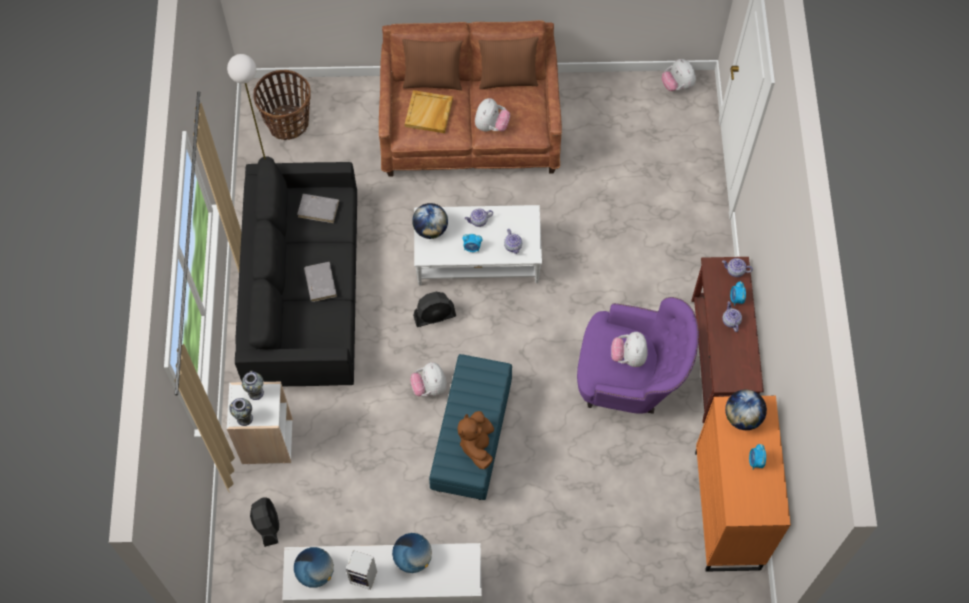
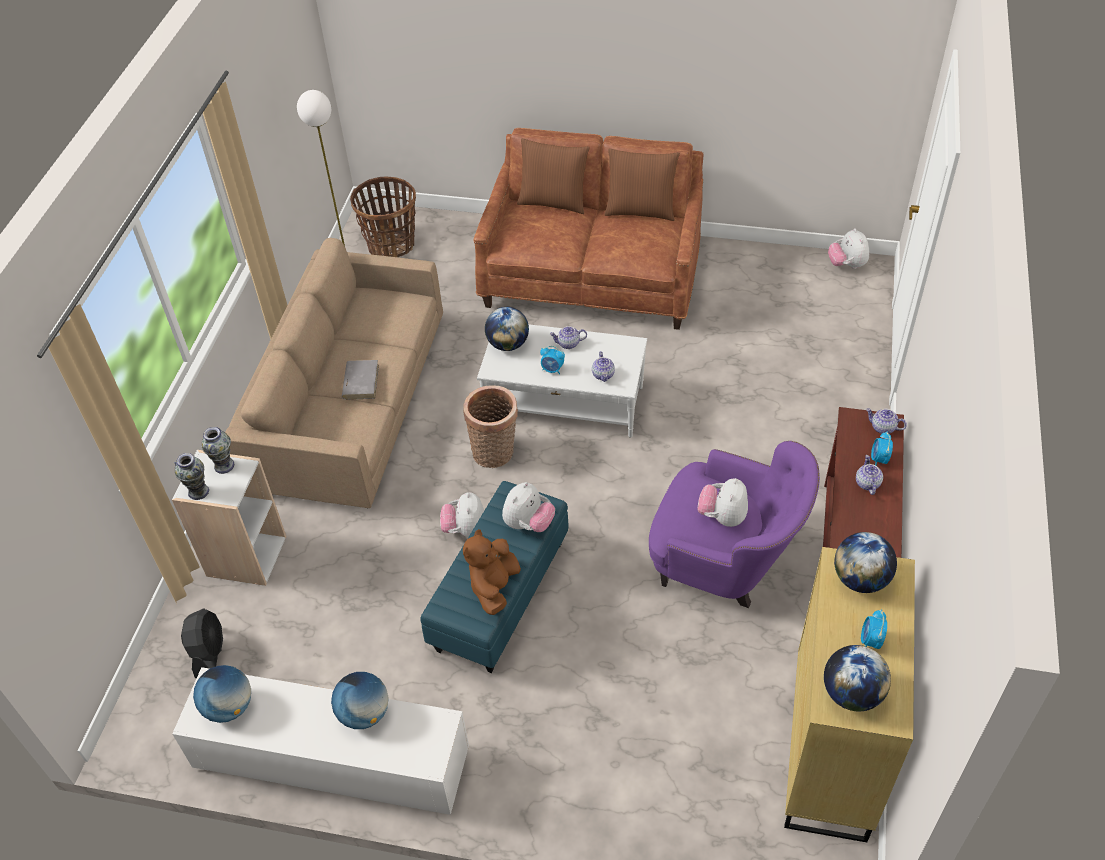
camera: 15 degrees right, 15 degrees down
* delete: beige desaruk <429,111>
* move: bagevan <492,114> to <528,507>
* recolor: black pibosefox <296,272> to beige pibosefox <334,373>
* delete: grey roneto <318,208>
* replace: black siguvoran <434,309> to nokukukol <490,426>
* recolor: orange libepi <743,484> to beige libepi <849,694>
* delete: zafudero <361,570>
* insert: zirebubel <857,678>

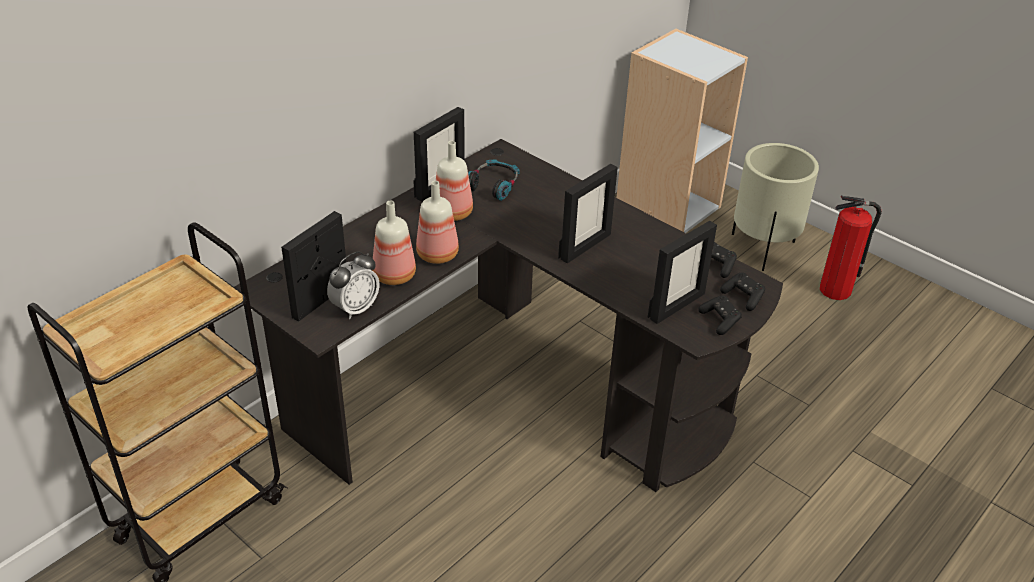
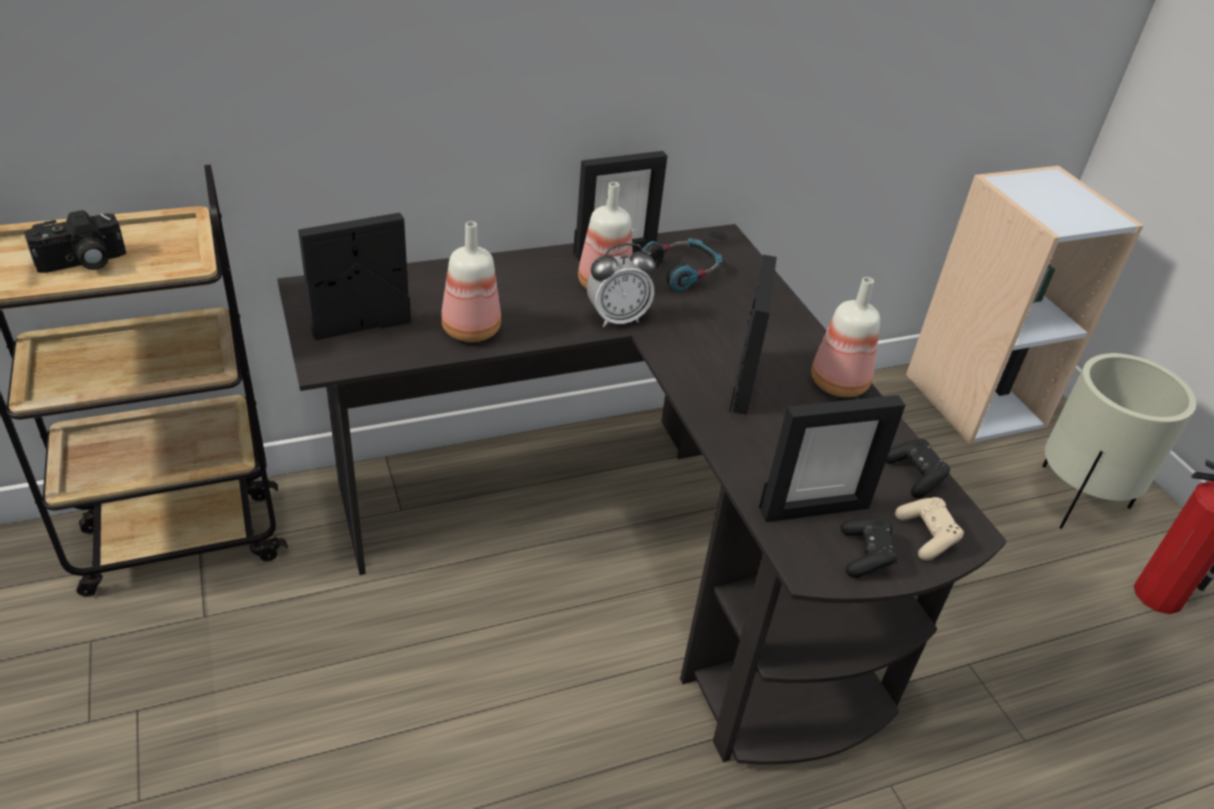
camera: 25 degrees right, 0 degrees up
* rotate: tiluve <588,213> = <753,335> 60 degrees counterclockwise
* move: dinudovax <437,222> to <845,337>
* move: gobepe <353,285> to <621,285>
* recolor: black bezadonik <742,291> to beige bezadonik <929,529>
* insert: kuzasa <75,241>

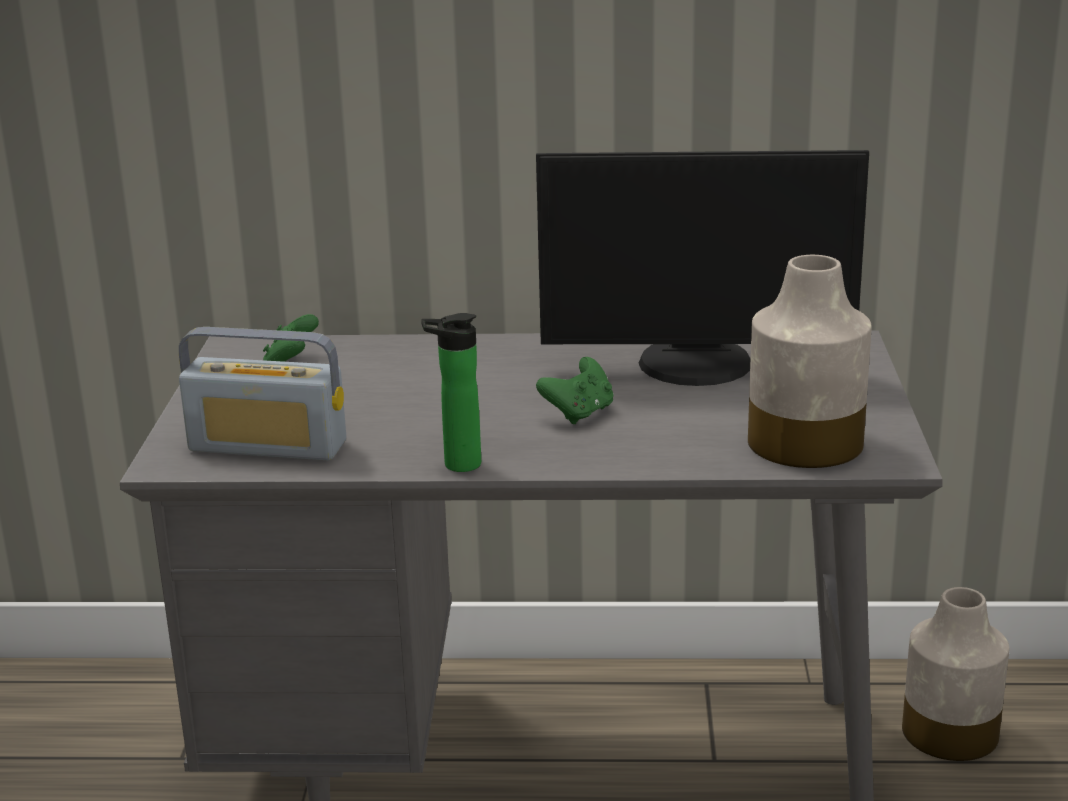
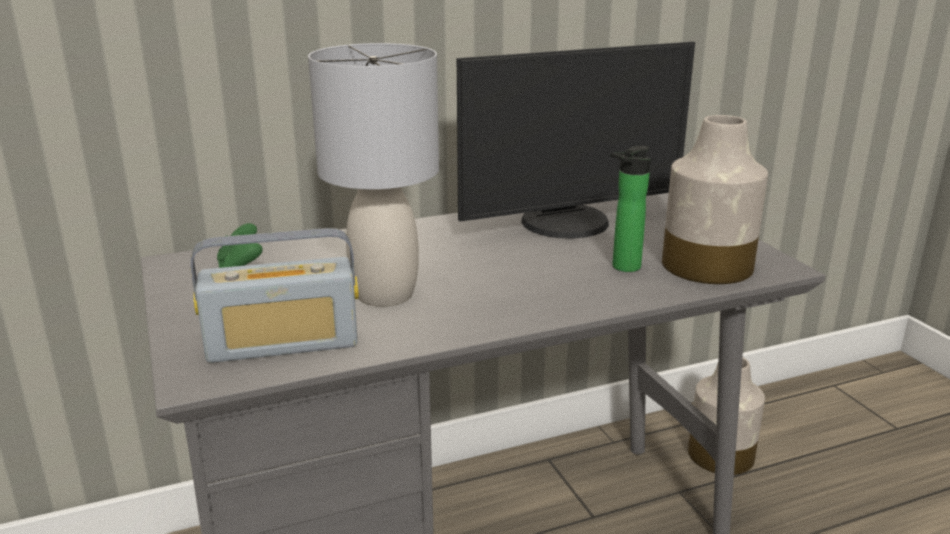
camera: 25 degrees left, 0 degrees up
* move: dinudovax <451,392> to <630,209>
* delete: green bezadonik <574,390>
* insert: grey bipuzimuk <373,175>

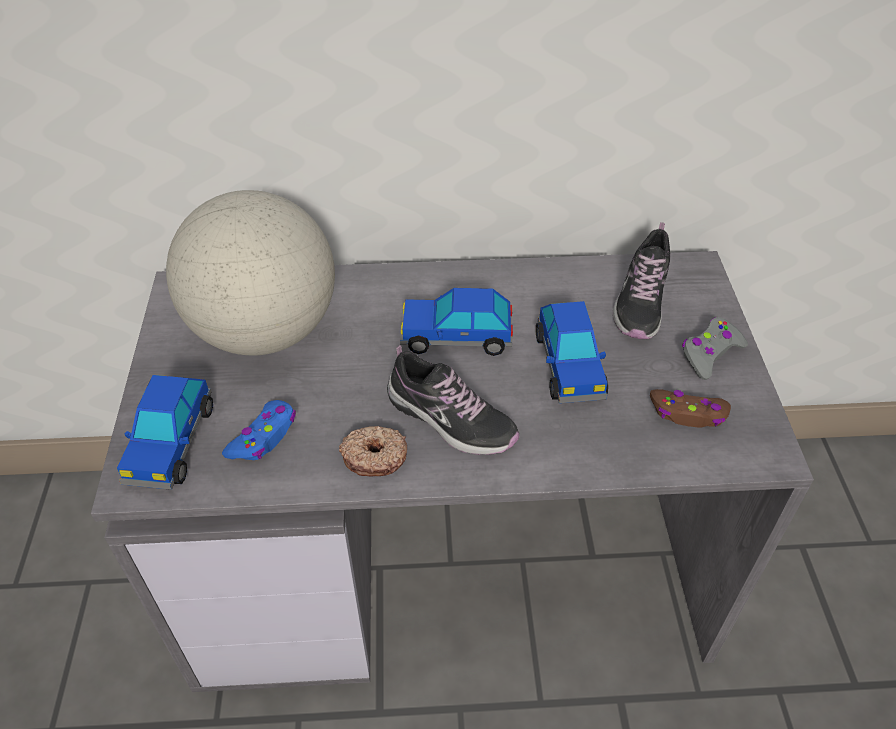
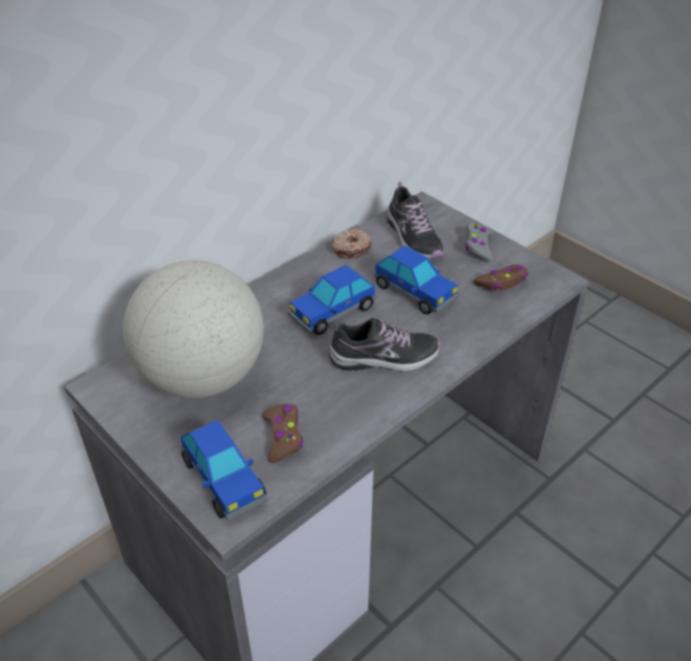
camera: 40 degrees left, 5 degrees down
* recolor: blue bezadonik <259,430> to brown bezadonik <282,433>
* move: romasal <373,451> to <352,244>

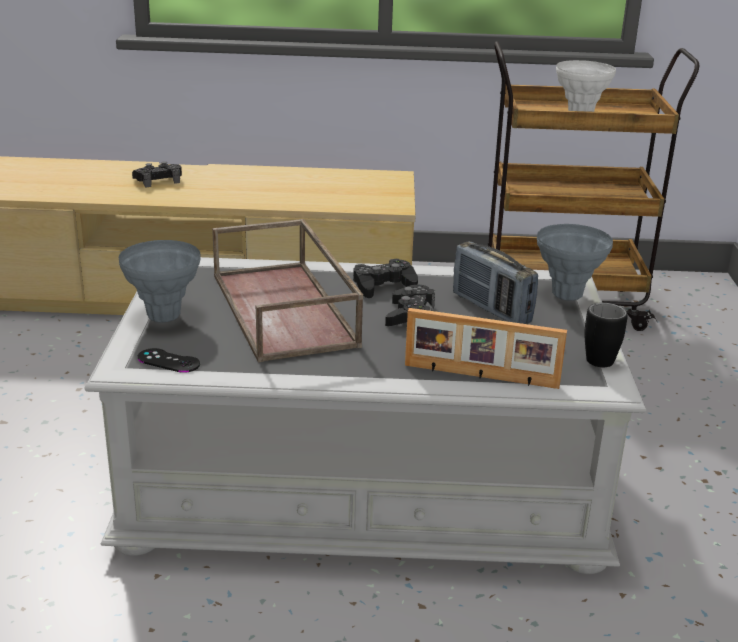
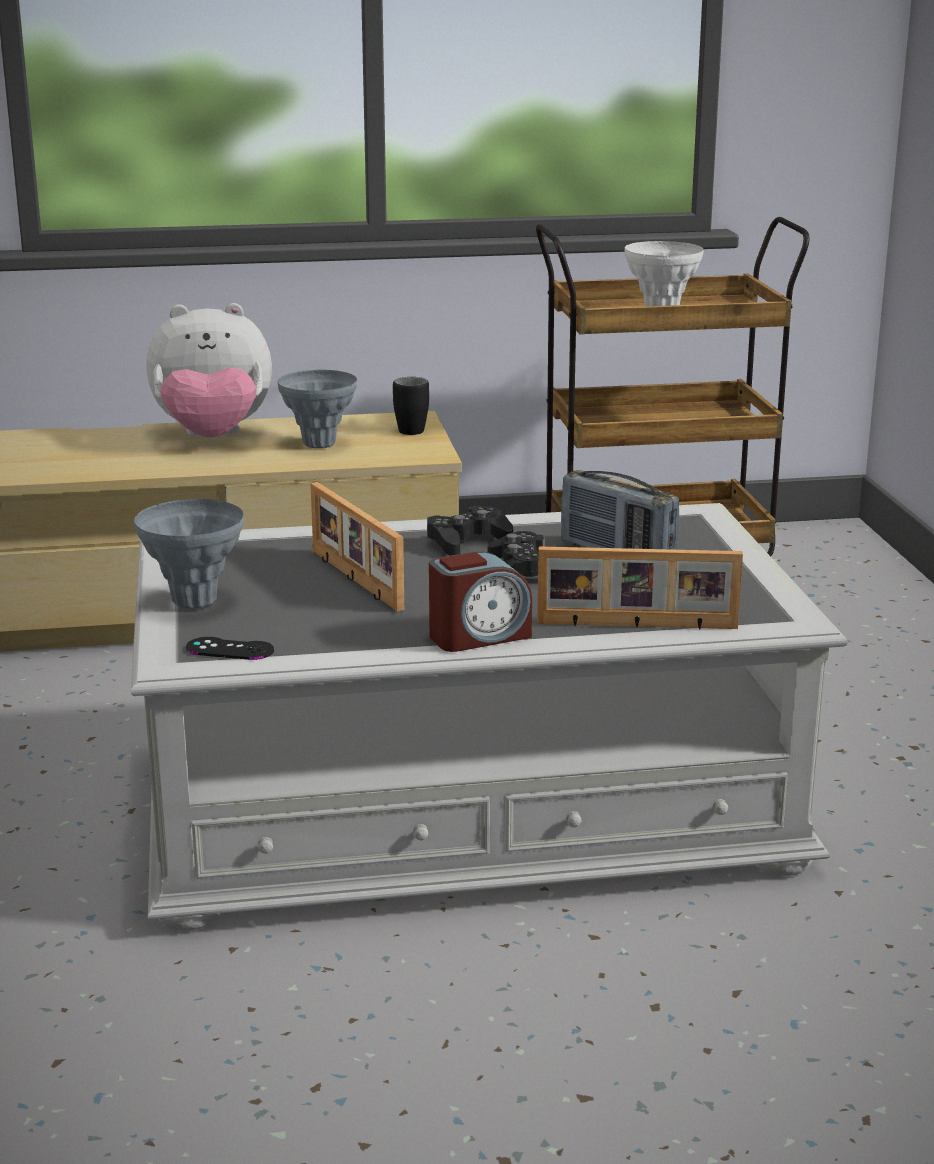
camera: 10 degrees left, 5 degrees down
* delete: black bezadonik <157,174>
* replace: brown desaruk <287,290> to tiluve <357,547>
* move: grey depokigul <575,262> to <317,409>
* move: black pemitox <606,335> to <411,406>
* insert: bagevan <209,370>
* insert: gobepe <480,601>

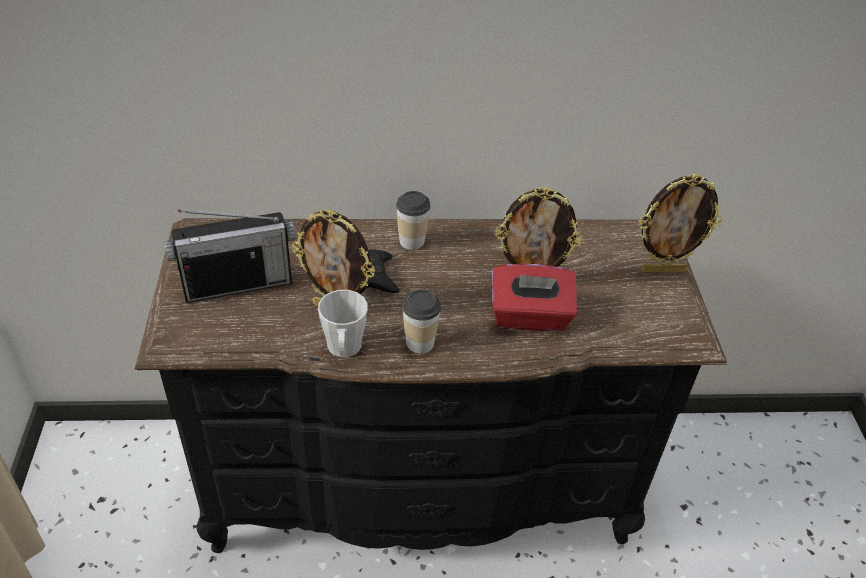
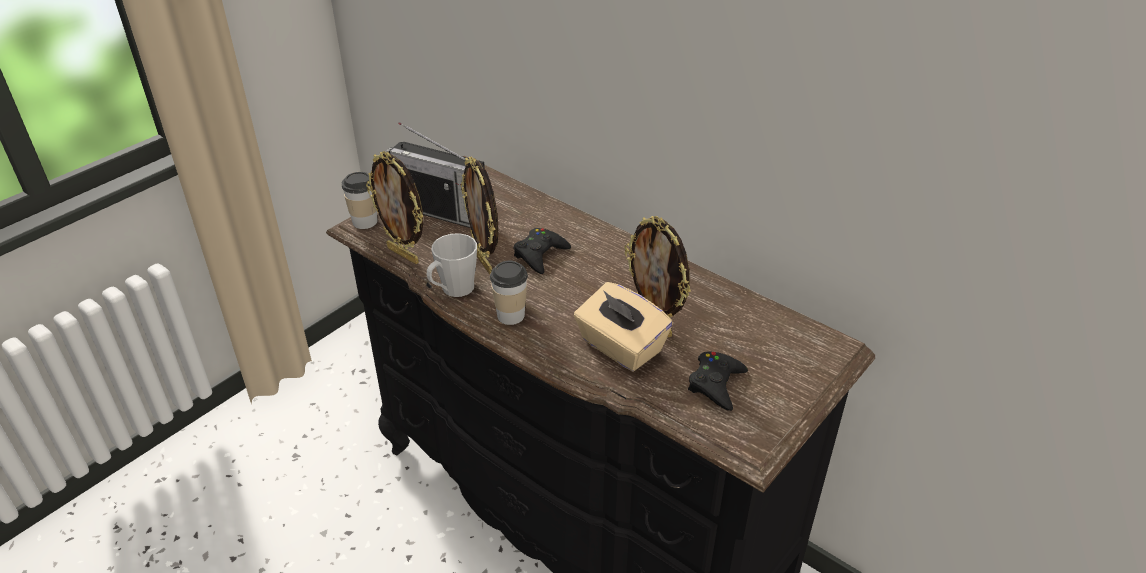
camera: 45 degrees right, 5 degrees down
* move: tiluve <680,223> to <394,207>
* move: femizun <413,220> to <360,200>
* recolor: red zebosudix <534,298> to beige zebosudix <623,327>
* insert: black bezadonik <718,381>

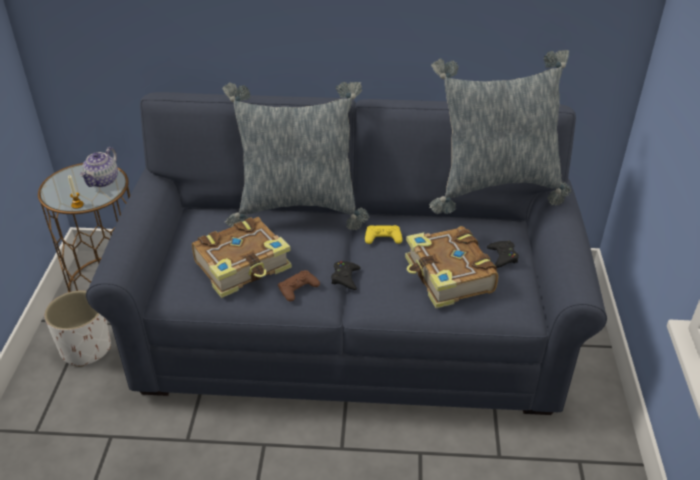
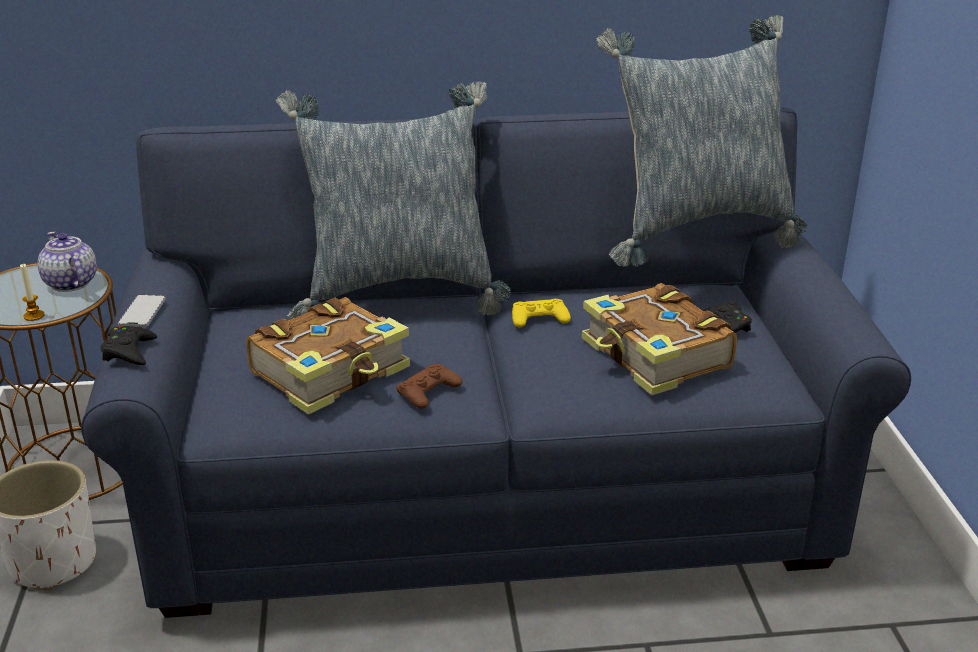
camera: 10 degrees left, 10 degrees down
* rotate: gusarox <99,167> = <67,262> 135 degrees clockwise
* move: black bezadonik <346,275> to <129,345>
* insert: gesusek <142,311>

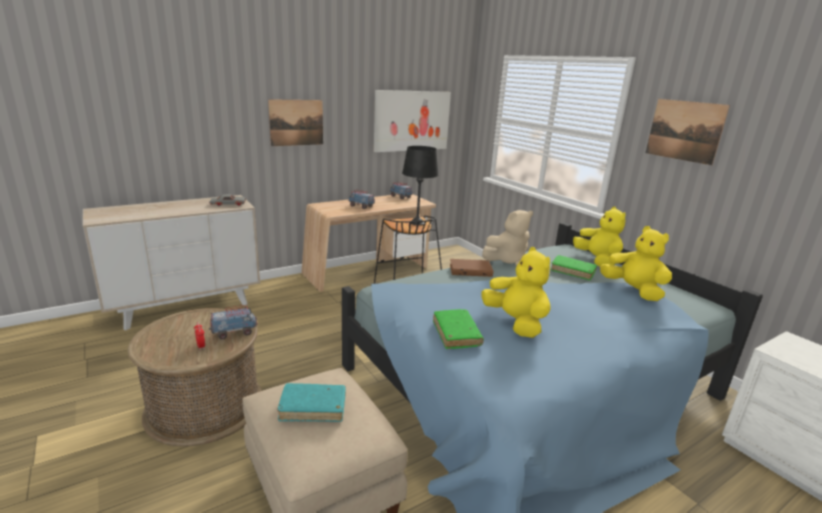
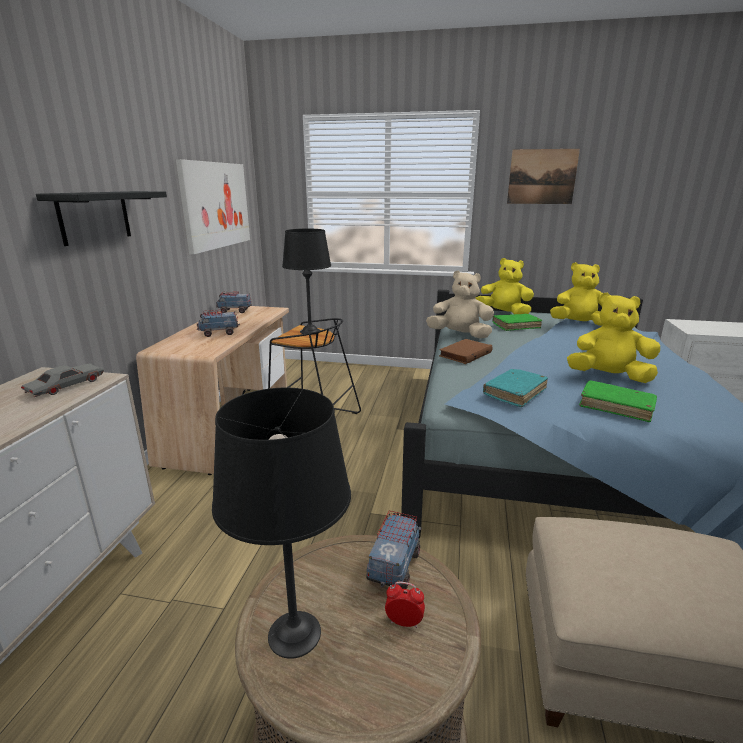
camera: 45 degrees left, 0 degrees up
* replace: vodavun <295,122> to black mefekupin <101,218>
* rotate: beige bagevan <507,238> = <460,304> 90 degrees counterclockwise
* move: turquoise roneto <311,402> to <515,388>
* insert: black bipuzimuk <281,523>

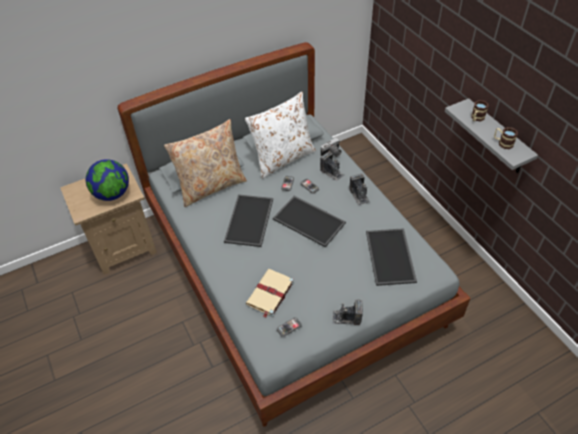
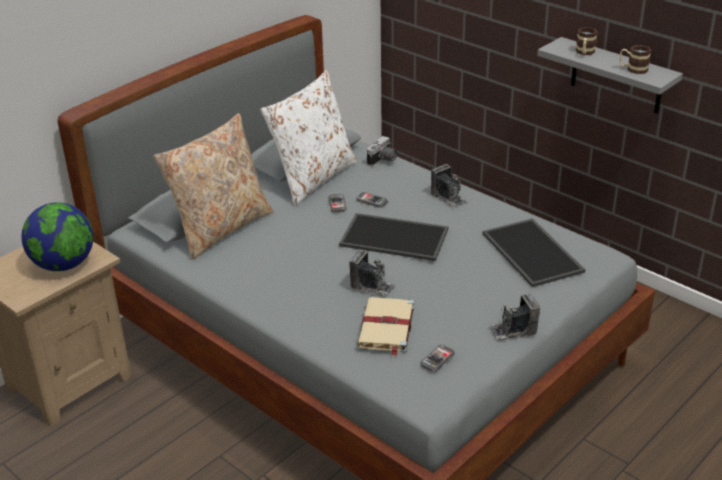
camera: 20 degrees left, 15 degrees down
* move: kuzasa <332,166> to <372,273>
* delete: desaruk <248,220>

